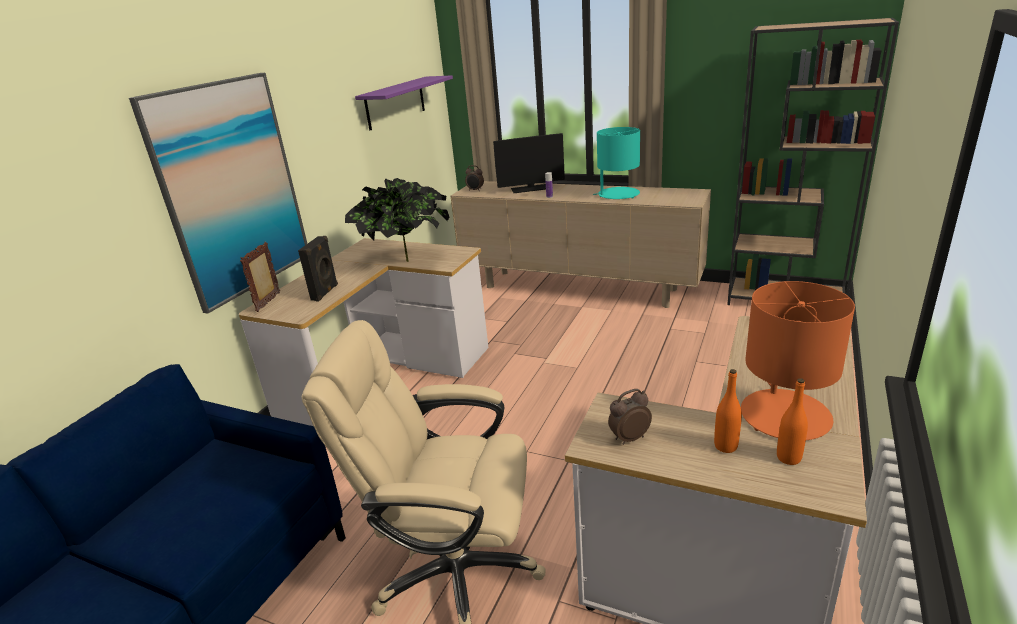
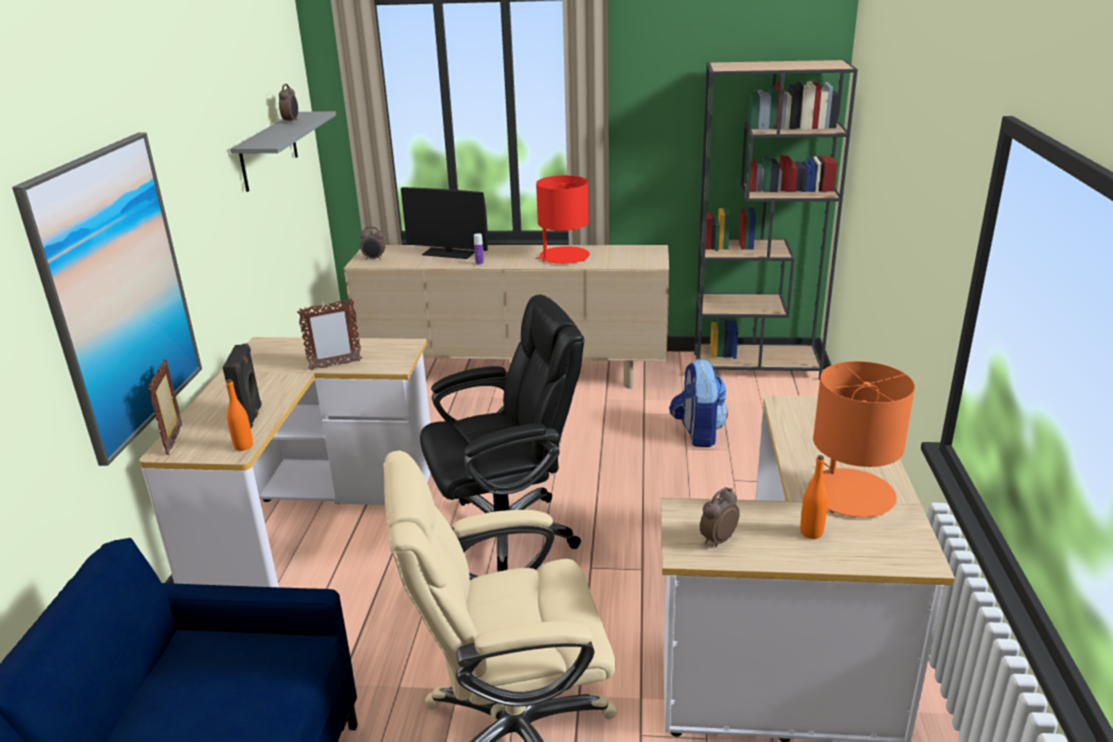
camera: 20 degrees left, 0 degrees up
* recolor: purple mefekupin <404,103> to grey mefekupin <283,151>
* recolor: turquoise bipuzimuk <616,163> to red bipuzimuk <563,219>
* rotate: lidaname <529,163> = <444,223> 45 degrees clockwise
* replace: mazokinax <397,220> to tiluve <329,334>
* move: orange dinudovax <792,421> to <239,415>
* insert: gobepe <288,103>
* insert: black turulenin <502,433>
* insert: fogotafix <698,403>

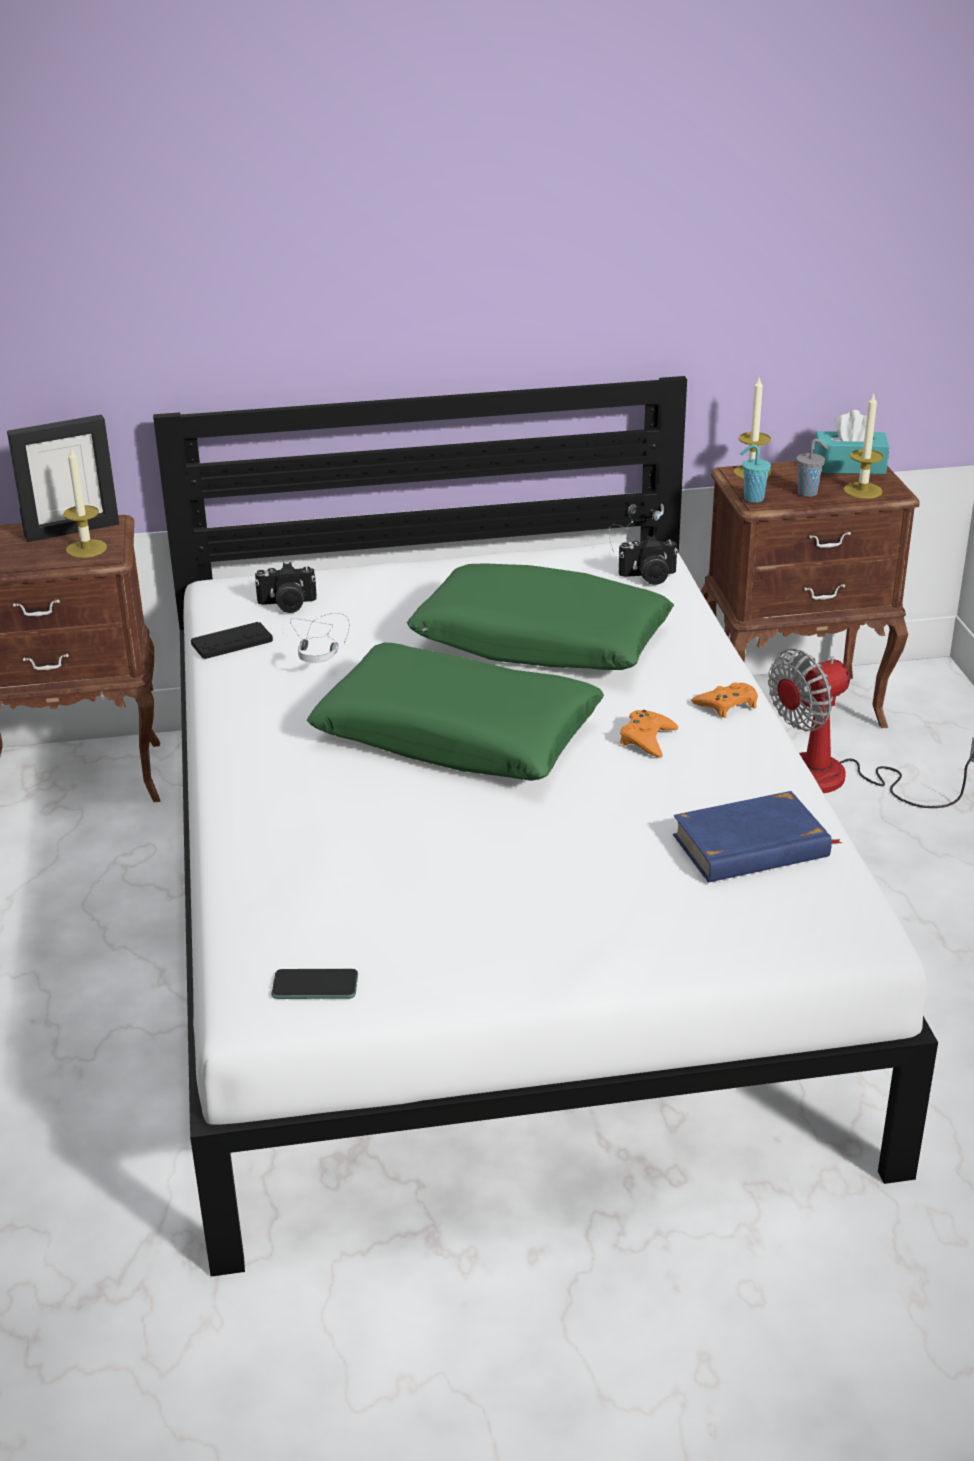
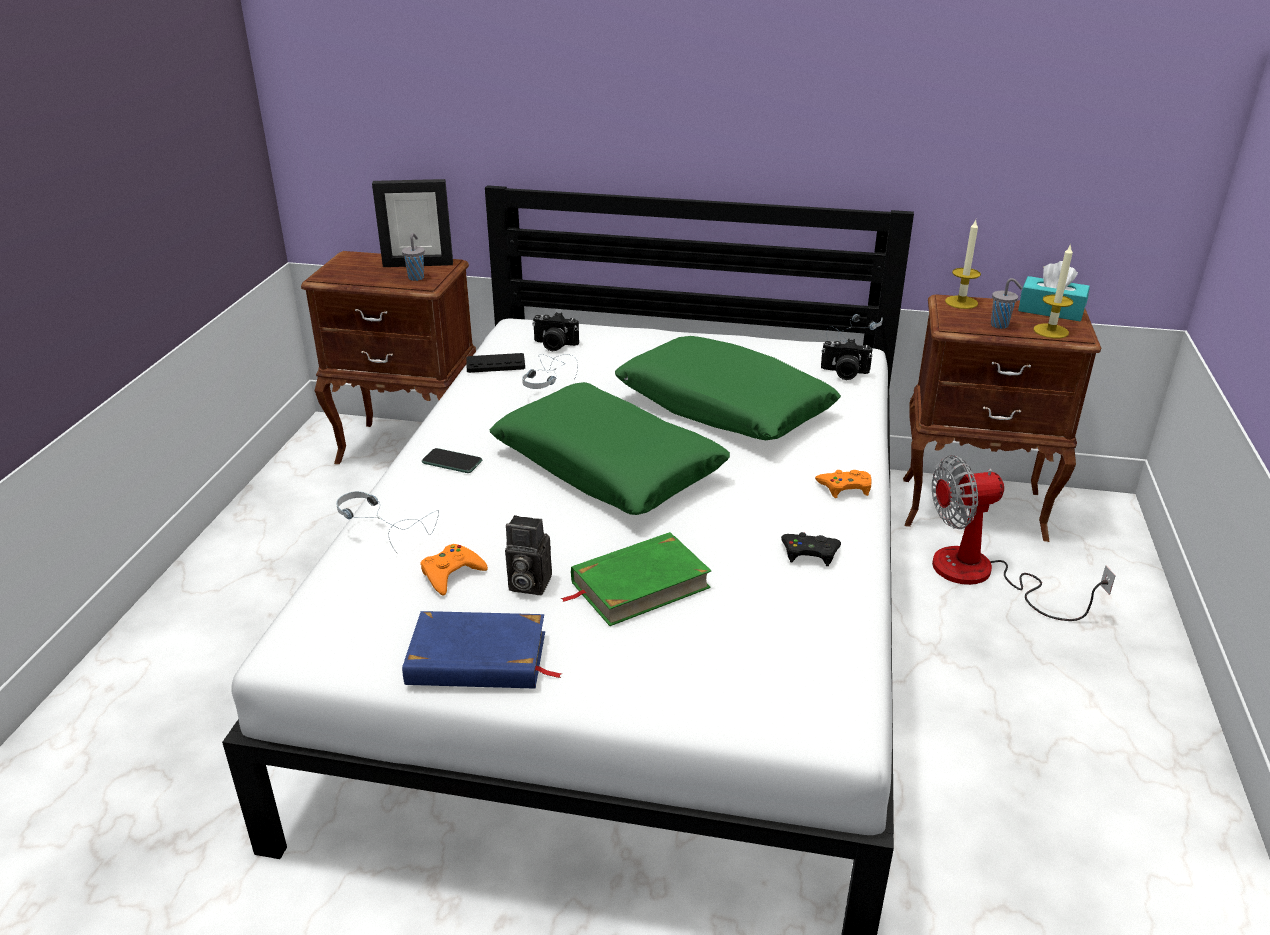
camera: 20 degrees right, 0 degrees up
* delete: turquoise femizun <755,473>
* replace: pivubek <85,503> to grey femizun <413,257>
* move: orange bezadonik <649,734> to <454,570>
* move: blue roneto <757,836> to <482,649>
* move: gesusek <314,984> to <452,460>
* insert: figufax <387,522>
* insert: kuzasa <528,555>
* insert: green roneto <636,579>
* insert: black bezadonik <811,549>

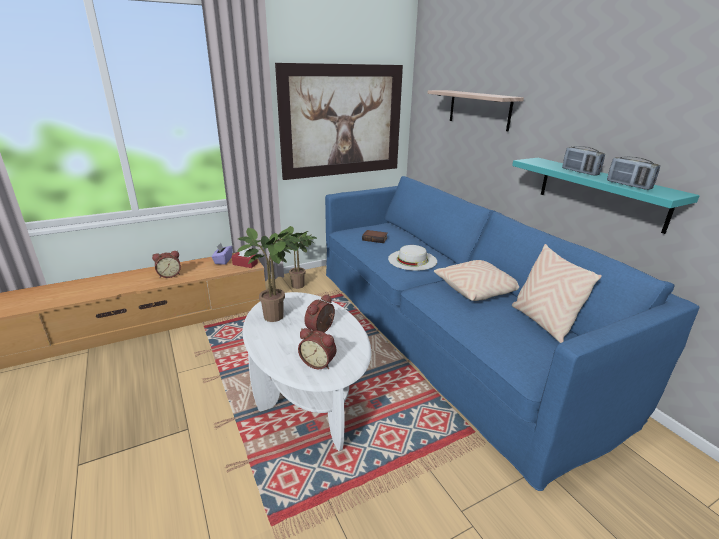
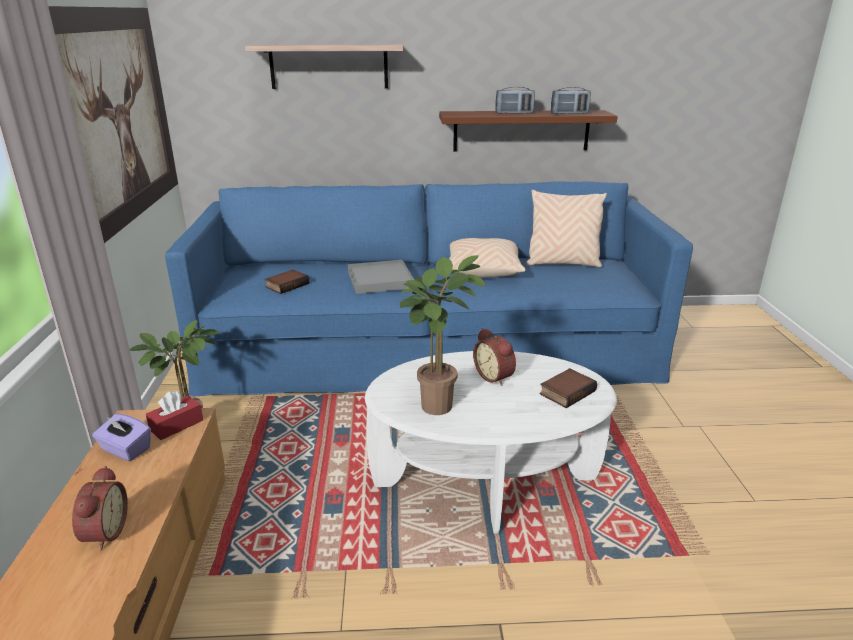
camera: 65 degrees left, 0 degrees up
* recolor: turquoise mefekupin <606,196> to brown mefekupin <528,131>
* replace: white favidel <412,258> to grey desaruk <381,277>
* replace: gobepe <317,348> to roneto <568,388>

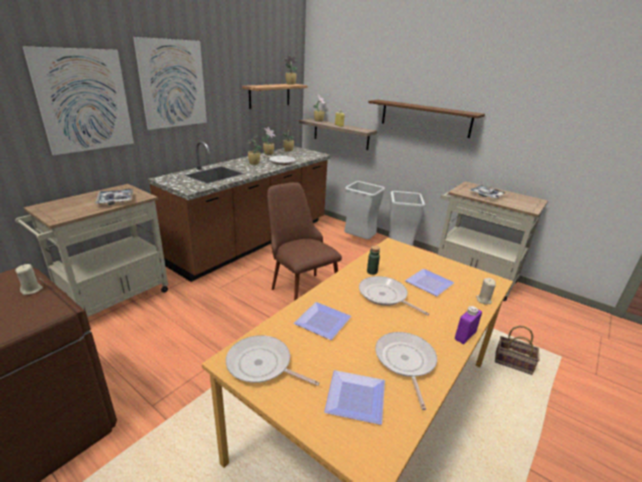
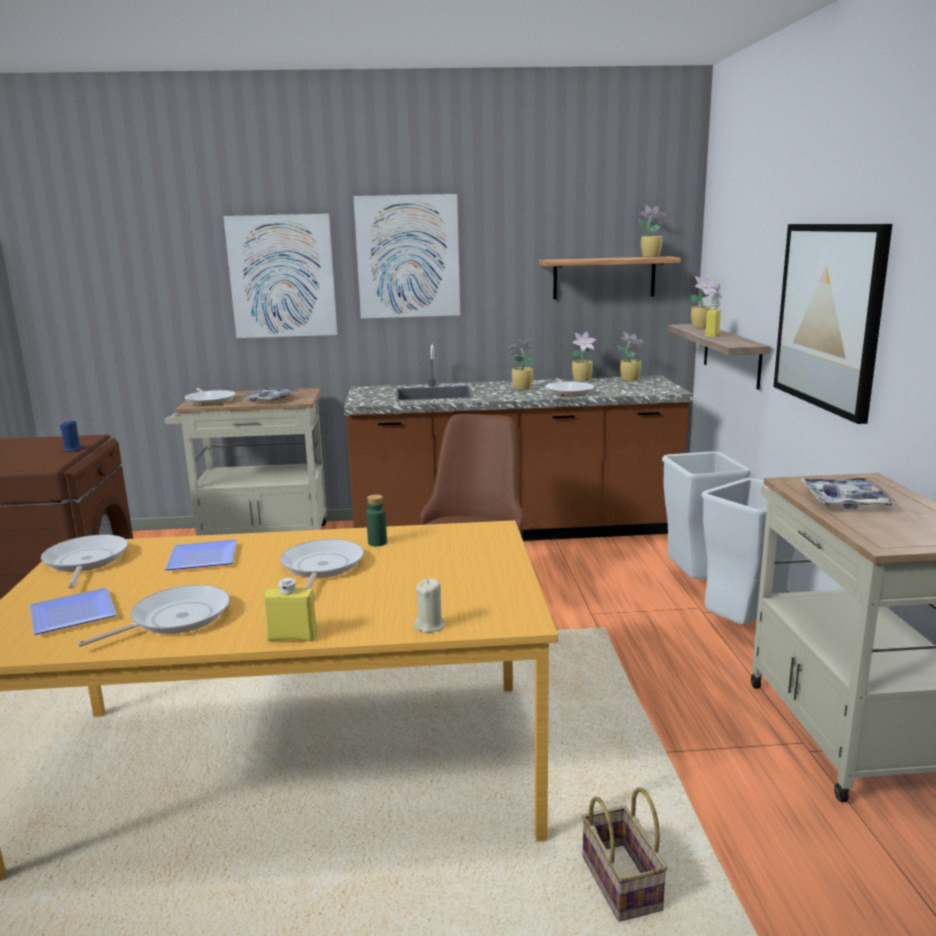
camera: 50 degrees right, 10 degrees down
* replace: brown mefekupin <426,119> to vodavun <832,324>
* recolor: beige pivubek <29,279> to blue pivubek <72,436>
* delete: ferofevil <430,282>
* recolor: purple dinudovax <468,325> to yellow dinudovax <290,610>
* insert: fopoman <209,397>

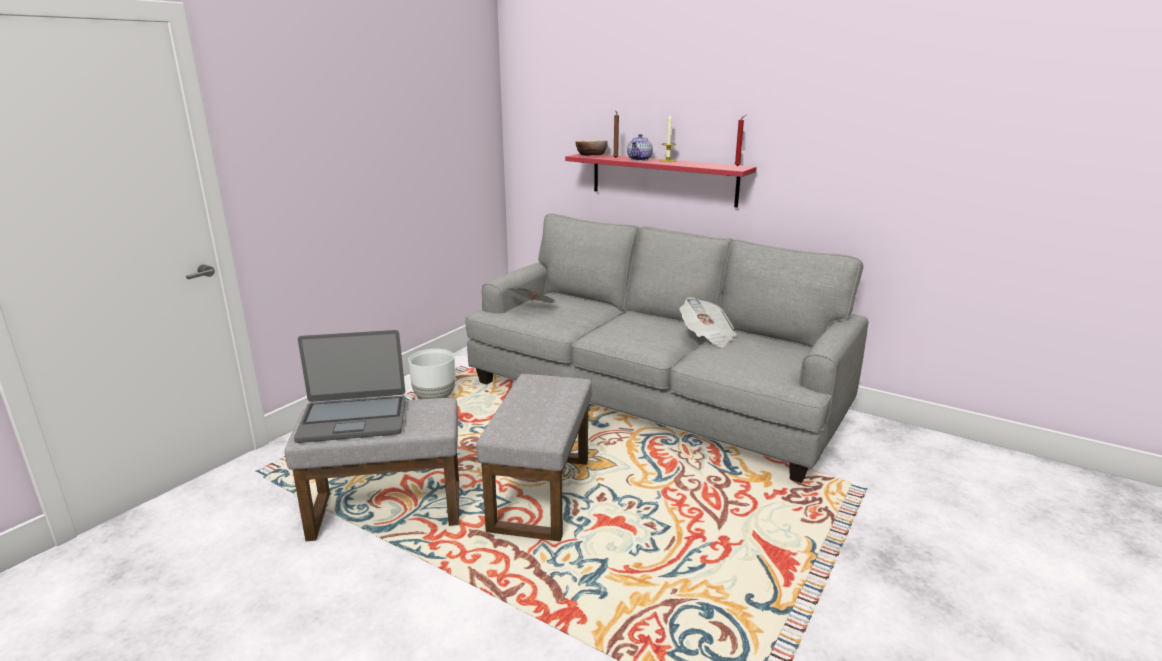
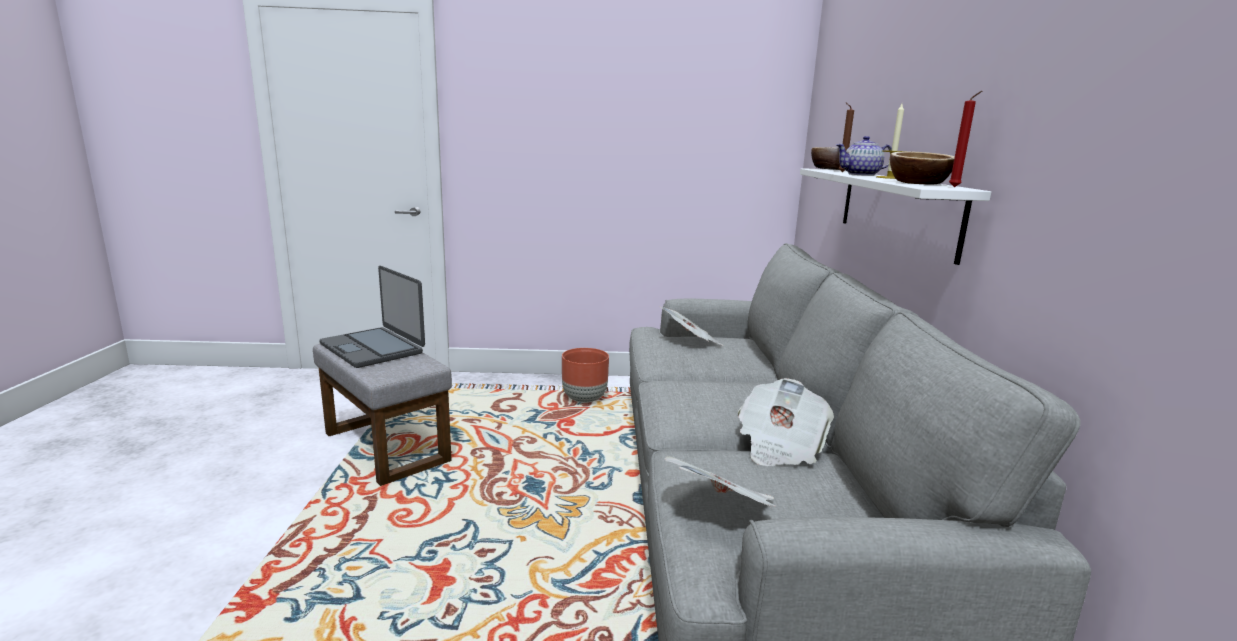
camera: 55 degrees right, 5 degrees down
* recolor: red mefekupin <661,181> to white mefekupin <895,216>
* recolor: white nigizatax <432,374> to brown nigizatax <585,375>
* delete: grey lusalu <534,458>
* insert: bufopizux <922,168>
* insert: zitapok <719,482>

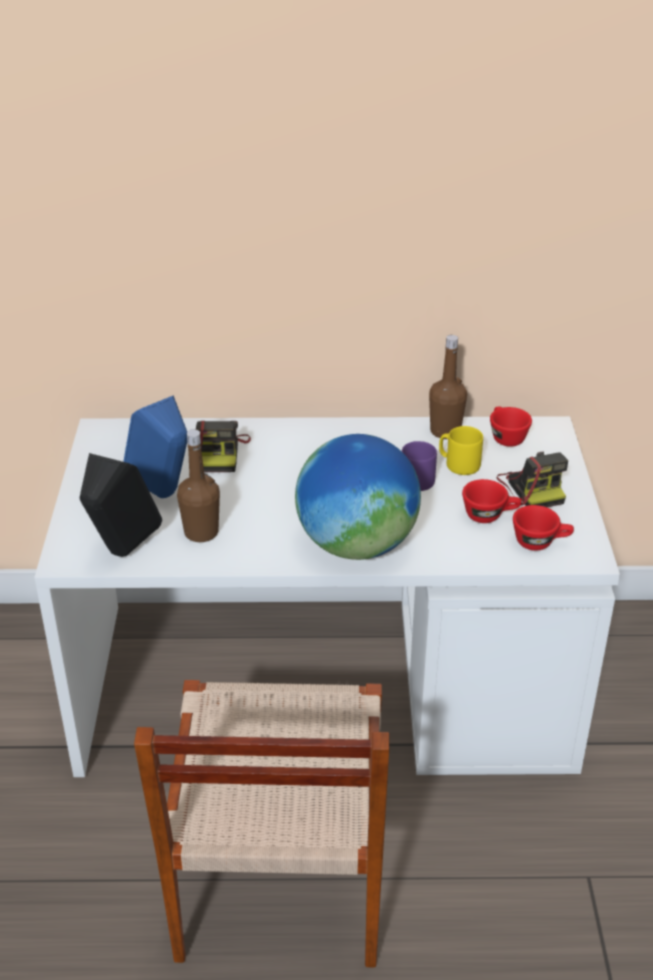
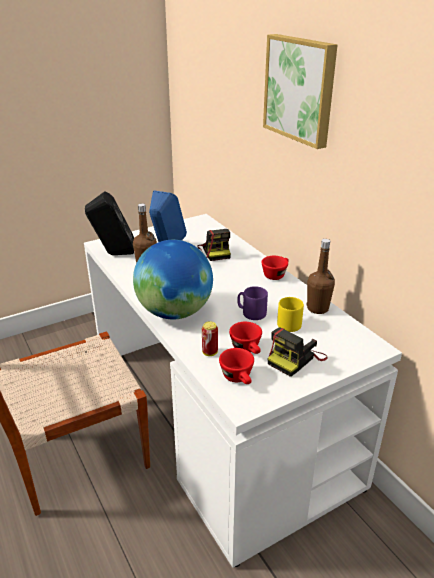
camera: 60 degrees right, 5 degrees down
* move: red femizun <511,426> to <275,268>
* rotate: kuzasa <223,446> = <214,245> 75 degrees counterclockwise
* insert: vodavun <300,91>
* insert: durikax <210,338>

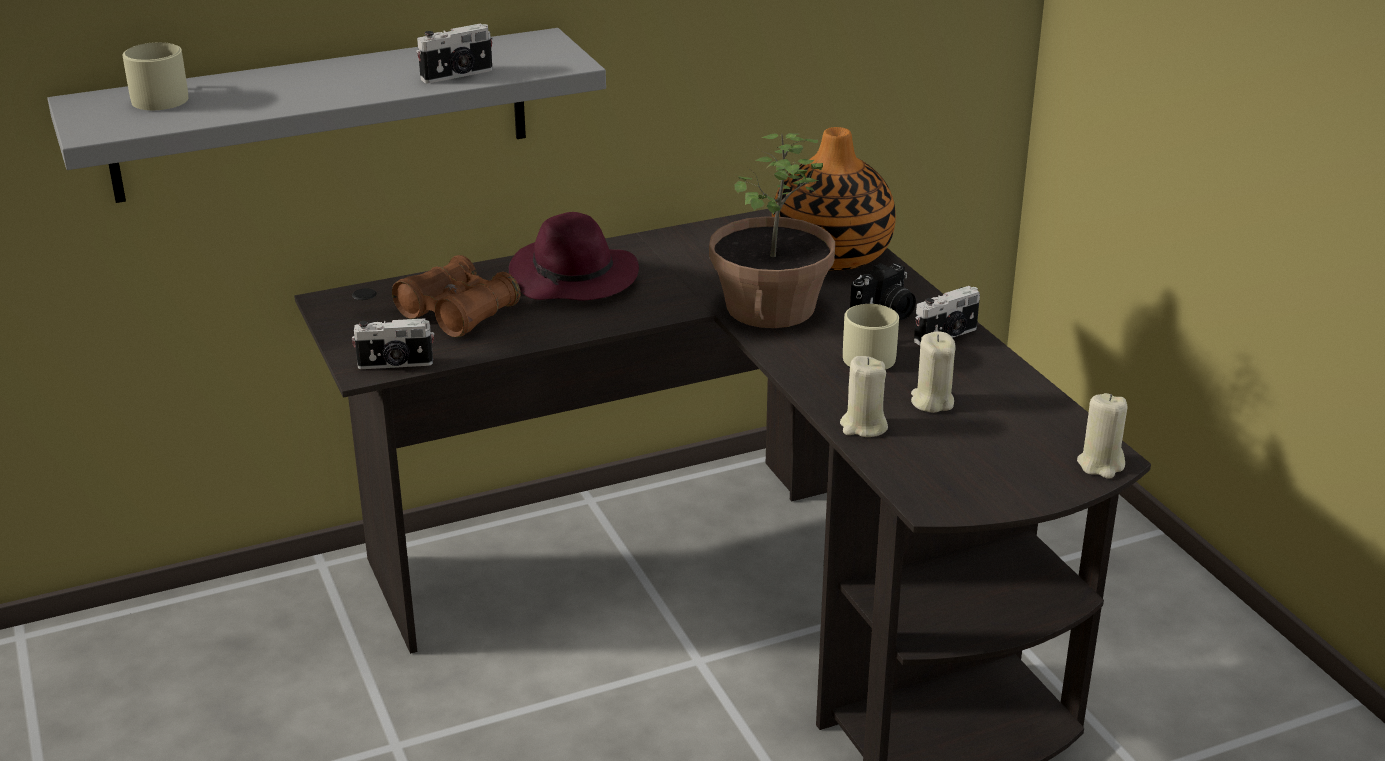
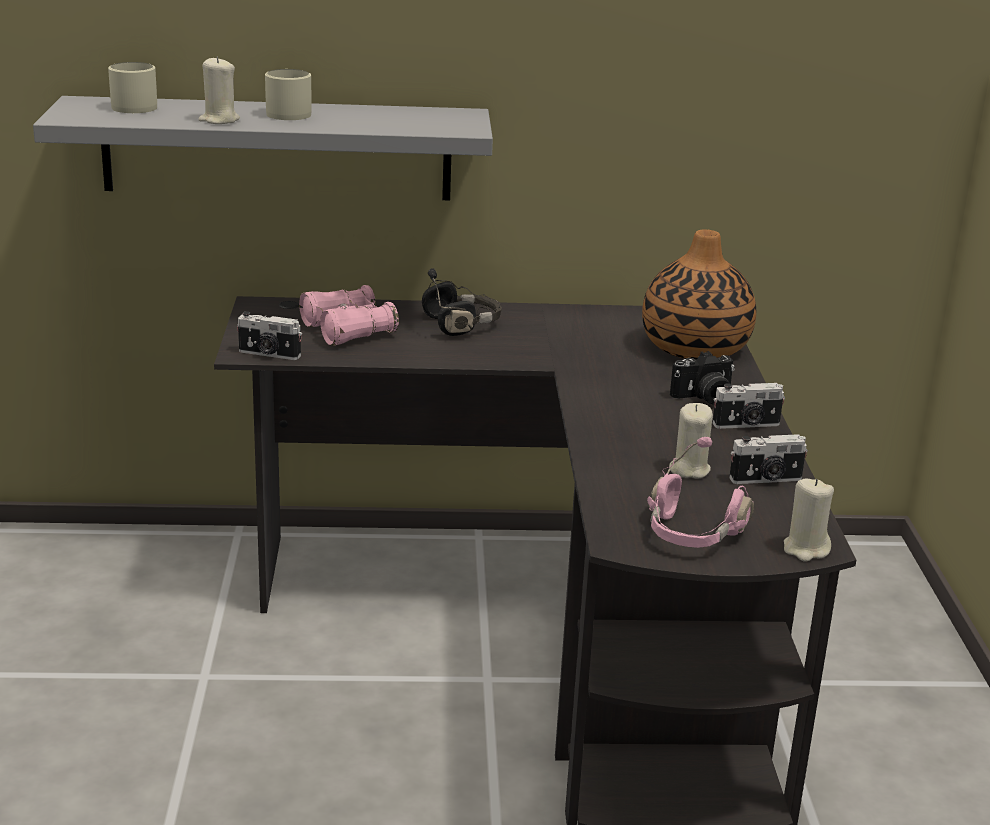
camera: 20 degrees right, 5 degrees down
* move: kuzasa <454,53> to <768,459>
* delete: mazokinax <772,230>
* replace: purple favidel <574,256> to black figufax <462,302>
* recolor: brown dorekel <456,296> to pink dorekel <349,315>
* move: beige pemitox <871,337> to <288,94>
* move: beige pivubek <864,396> to <219,90>
* insert: pink figufax <700,492>

